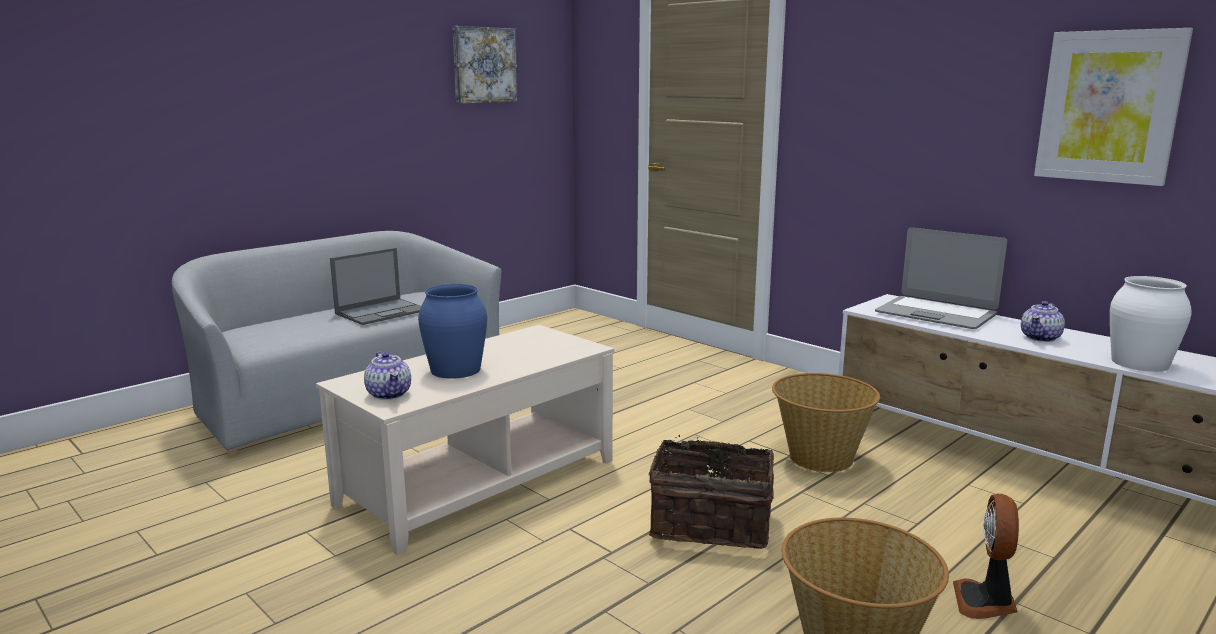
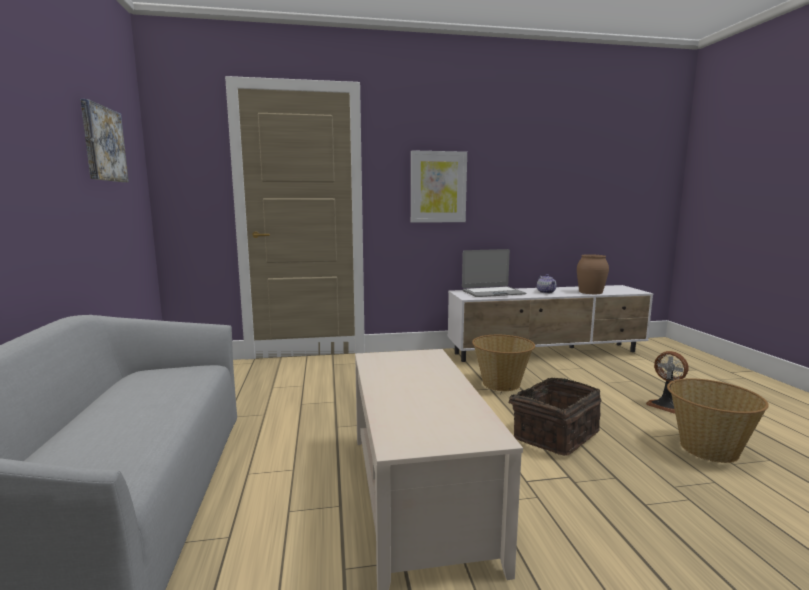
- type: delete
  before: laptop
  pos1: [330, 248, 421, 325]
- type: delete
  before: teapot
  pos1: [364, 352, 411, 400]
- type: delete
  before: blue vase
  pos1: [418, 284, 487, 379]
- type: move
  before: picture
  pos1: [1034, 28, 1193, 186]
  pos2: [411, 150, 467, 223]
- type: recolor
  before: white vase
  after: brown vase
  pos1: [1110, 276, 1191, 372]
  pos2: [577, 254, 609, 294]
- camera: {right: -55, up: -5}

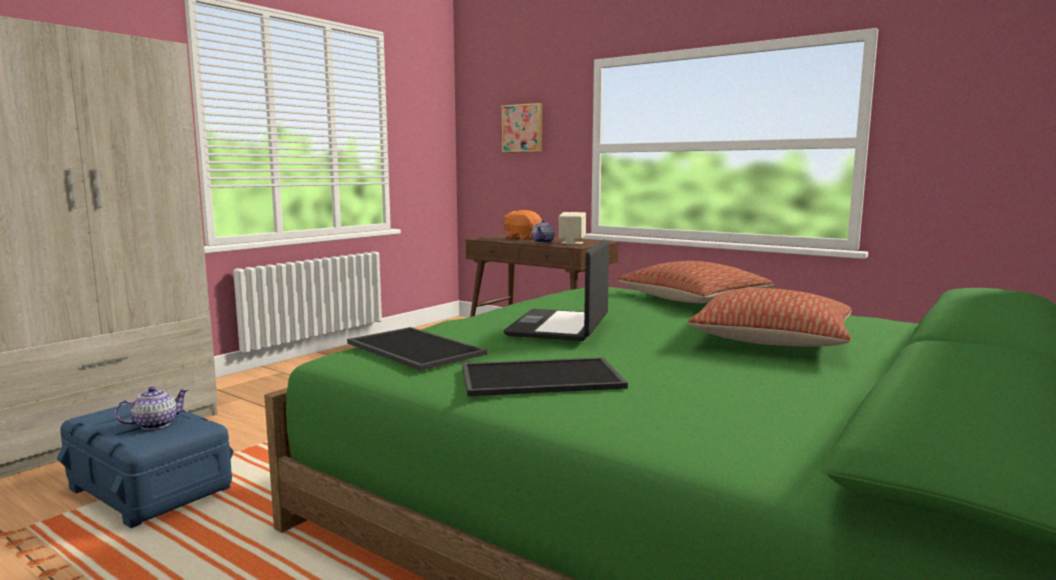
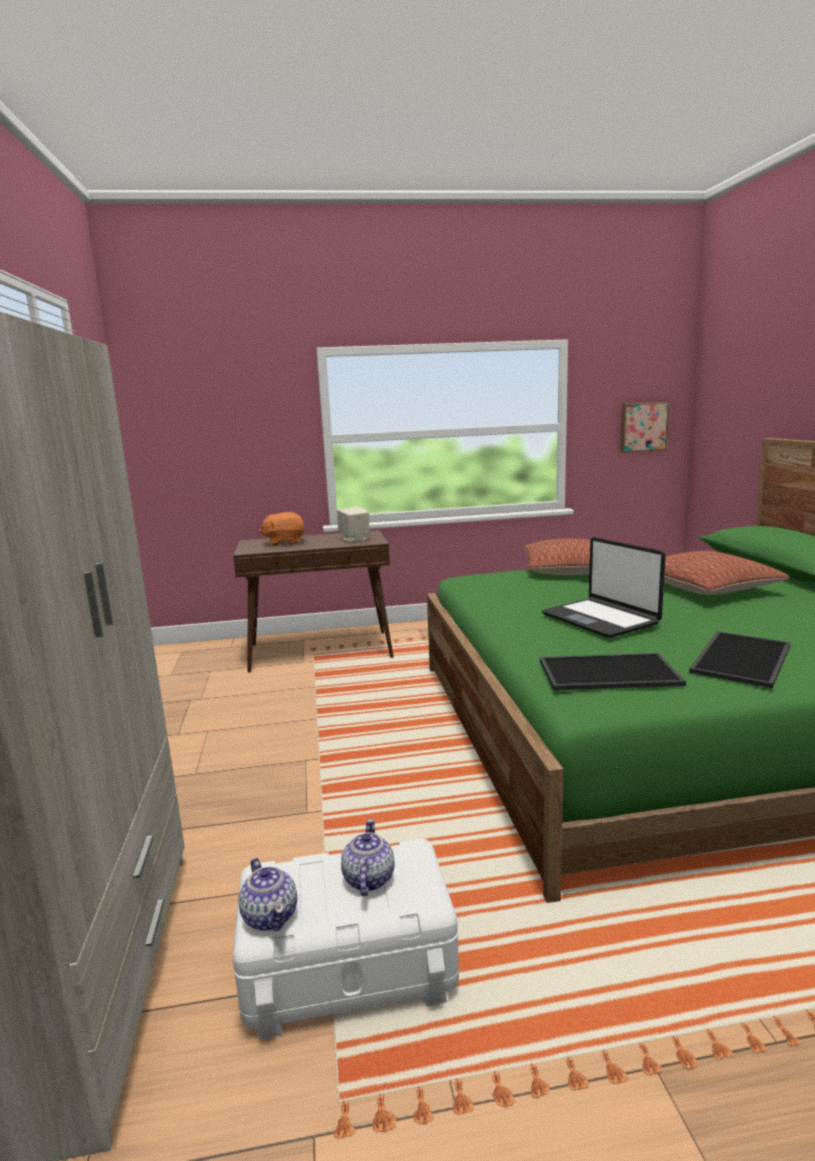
- type: move
  before: picture
  pos1: [502, 103, 542, 153]
  pos2: [620, 402, 669, 453]
- type: move
  before: teapot
  pos1: [532, 220, 555, 243]
  pos2: [239, 858, 297, 931]
- type: recolor
  before: blue storage box
  after: white storage box
  pos1: [57, 402, 234, 528]
  pos2: [233, 839, 459, 1040]
- camera: {right: -45, up: 5}

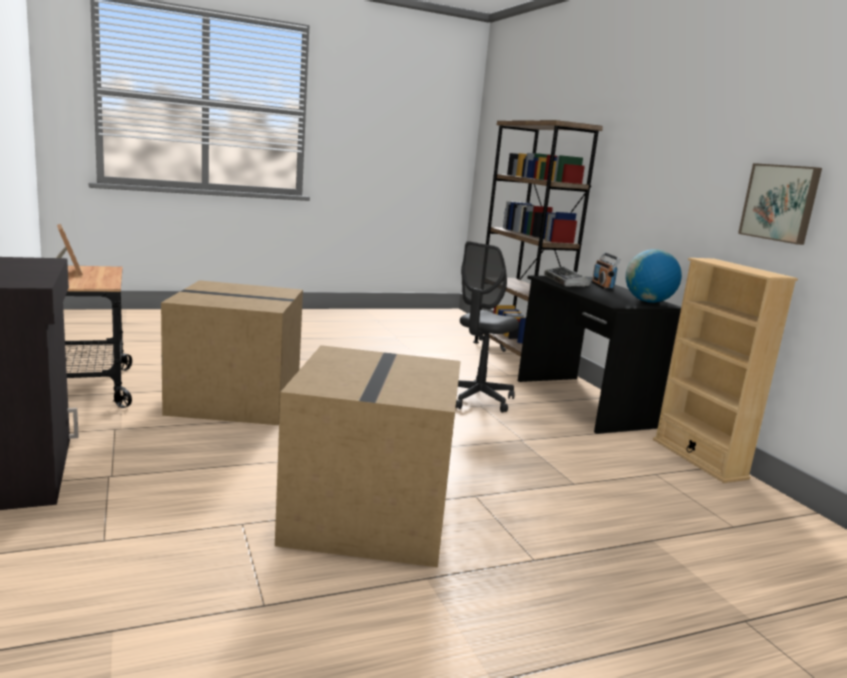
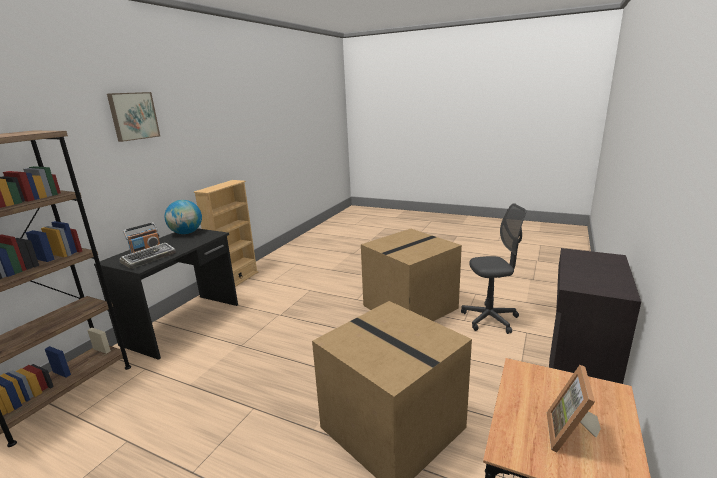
- type: move
  before: grey office chair
  pos1: [456, 241, 519, 413]
  pos2: [461, 203, 526, 334]
- type: move
  before: picture
  pos1: [738, 163, 822, 245]
  pos2: [107, 92, 160, 142]
- camera: {right: -130, up: 5}

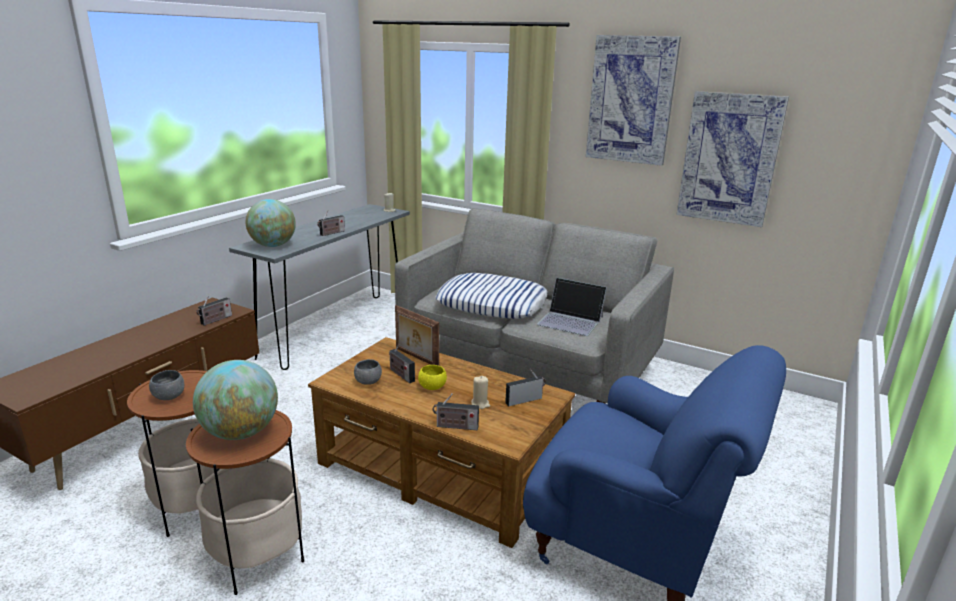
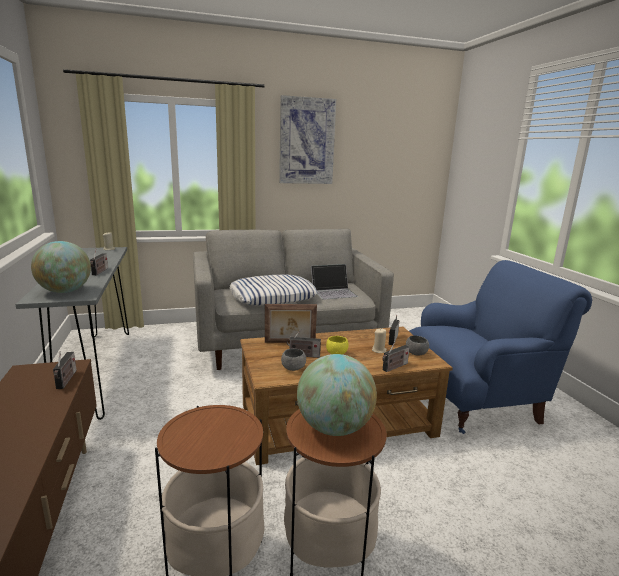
- type: delete
  before: picture
  pos1: [676, 91, 789, 227]
- type: move
  before: grey bowl
  pos1: [149, 370, 184, 400]
  pos2: [406, 335, 429, 355]
- camera: {right: -45, up: -5}

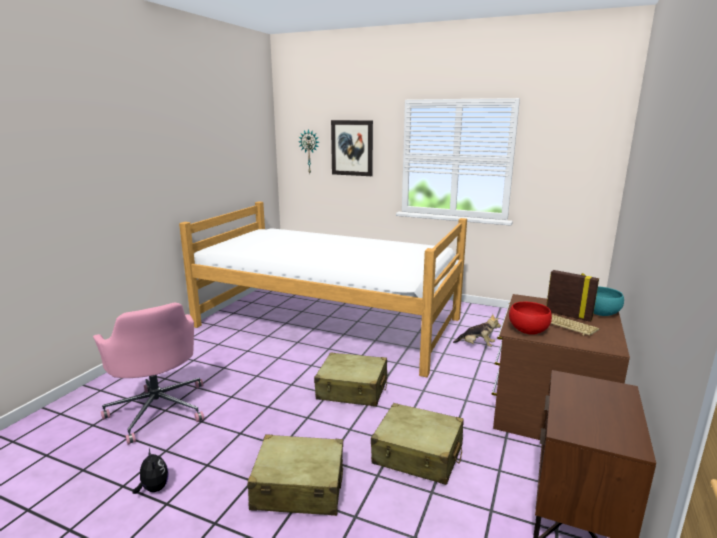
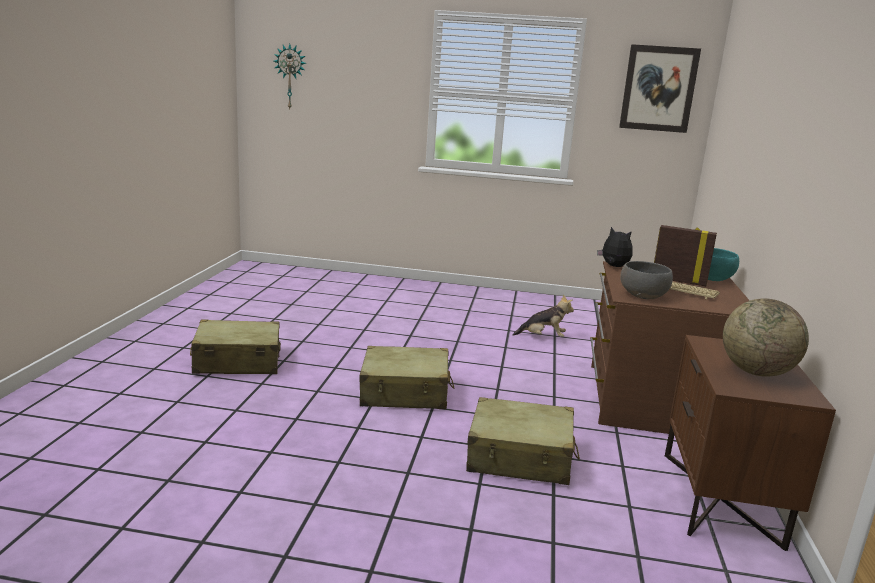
- type: delete
  before: pink office chair
  pos1: [93, 303, 204, 445]
- type: delete
  before: bed
  pos1: [179, 201, 467, 377]
- type: insert
  after: globe
  pos2: [723, 298, 809, 377]
- type: move
  before: plush toy
  pos1: [132, 448, 169, 494]
  pos2: [597, 227, 633, 267]
- type: move
  before: beige suitcase
  pos1: [248, 434, 343, 516]
  pos2: [190, 319, 281, 374]
- type: move
  before: picture
  pos1: [331, 120, 373, 176]
  pos2: [619, 44, 701, 133]
- type: recolor
  before: red bowl
  after: grey bowl
  pos1: [509, 302, 552, 335]
  pos2: [620, 261, 673, 299]
- camera: {right: -15, up: 0}

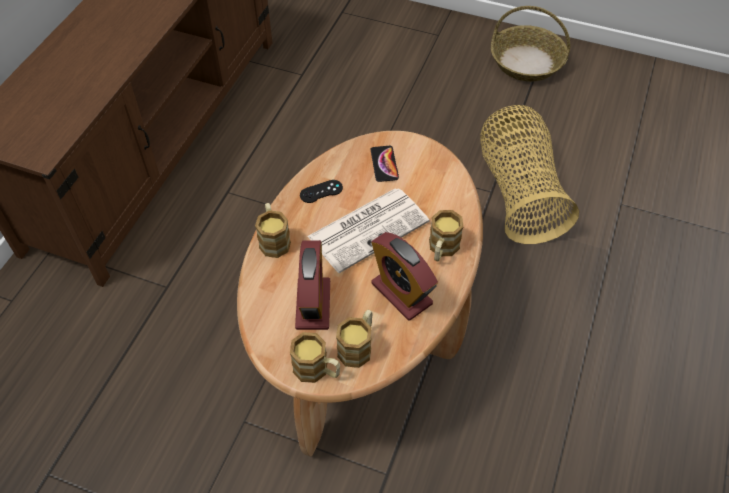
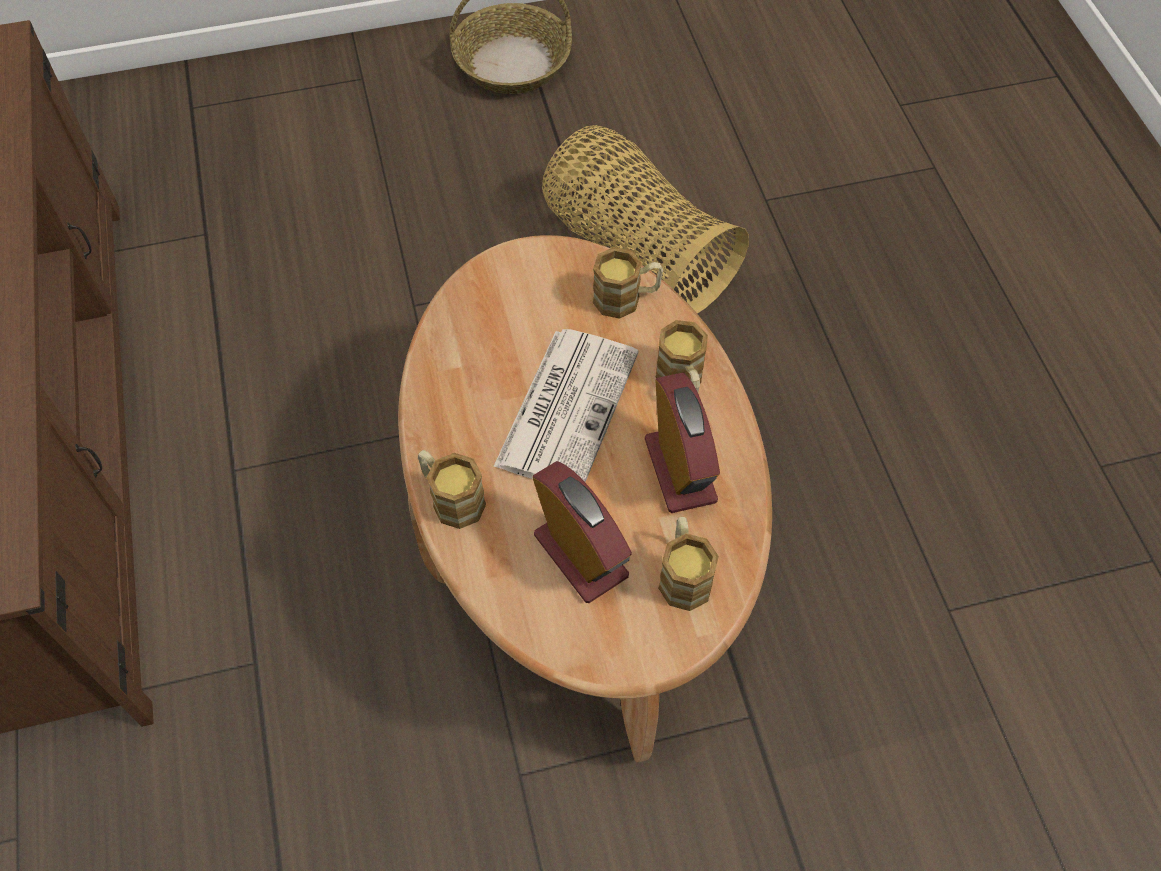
- type: delete
  before: black game controller
  pos1: [300, 180, 343, 203]
- type: delete
  before: phone
  pos1: [370, 146, 399, 182]
- type: move
  before: mug
  pos1: [290, 332, 340, 383]
  pos2: [593, 247, 663, 319]
- type: rotate
  before: alarm clock
  pos1: [371, 232, 438, 321]
  pos2: [645, 373, 720, 513]
  turn: -120
- camera: {right: -35, up: 5}

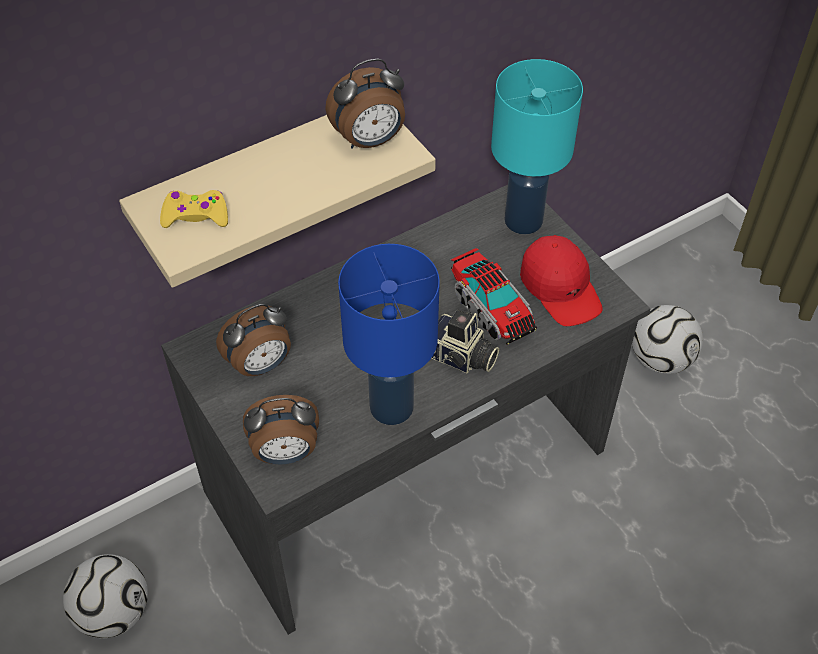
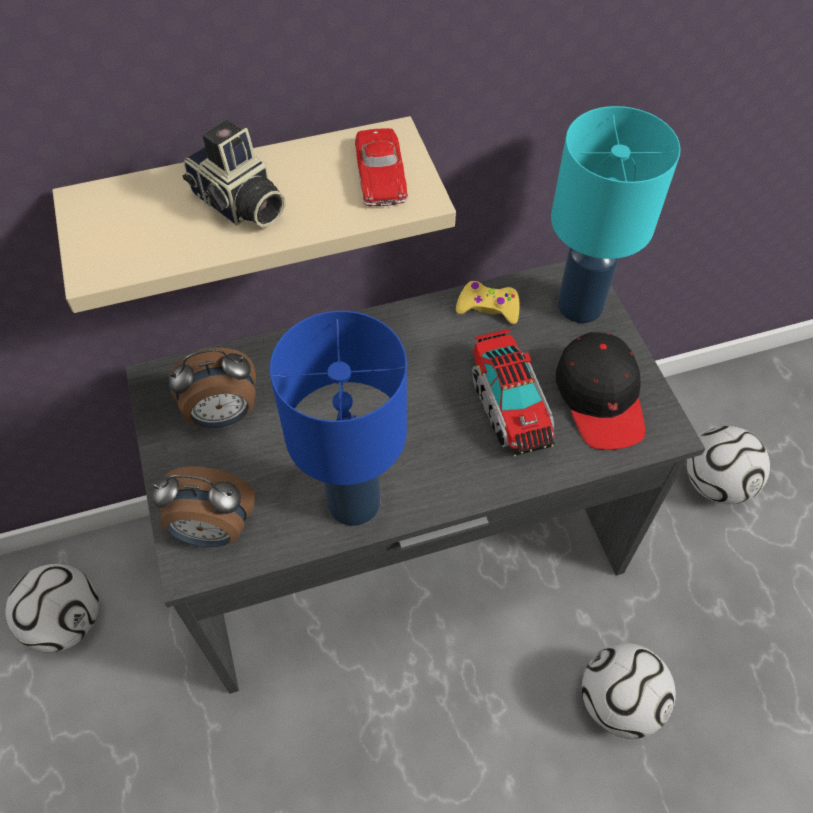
- type: insert
  after: football
  pos2: [582, 643, 676, 739]
- type: move
  before: yellow game controller
  pos1: [160, 190, 228, 228]
  pos2: [456, 281, 520, 324]
- type: move
  before: photo camera
  pos1: [431, 309, 499, 373]
  pos2: [182, 120, 286, 228]
- type: replace
  before: alarm clock
  after: red toy car
  pos1: [325, 59, 405, 149]
  pos2: [355, 128, 408, 206]
- type: recolor
  before: red cap
  after: black cap
  pos1: [520, 235, 603, 326]
  pos2: [556, 332, 645, 450]
- camera: {right: 15, up: 5}

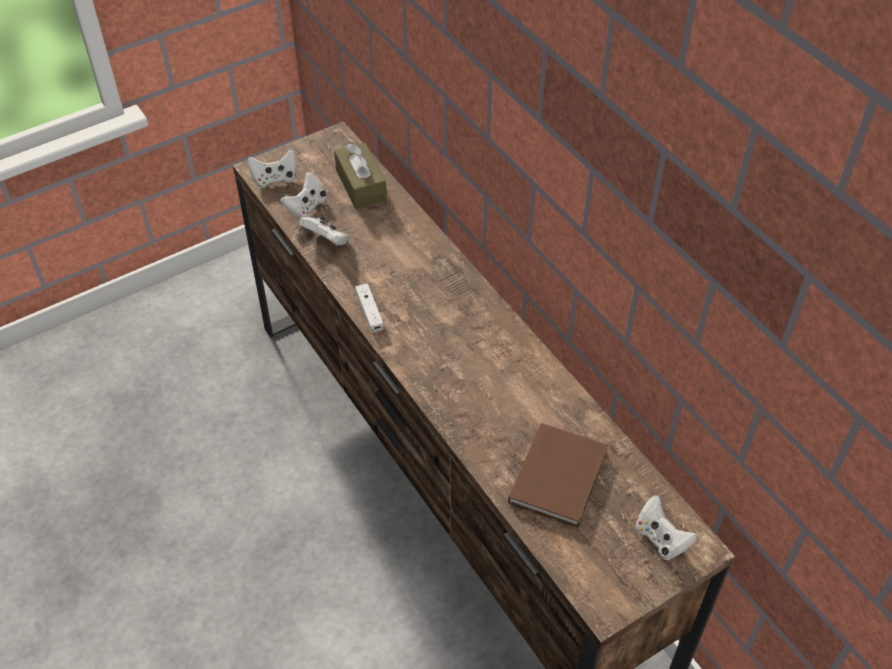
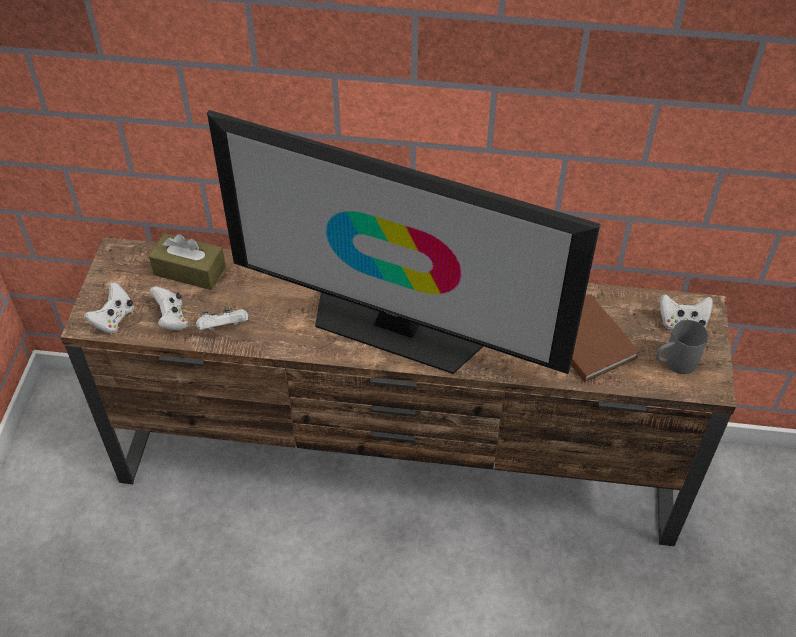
- type: delete
  before: white game controller
  pos1: [355, 284, 384, 332]
- type: insert
  after: television
  pos2: [207, 110, 600, 374]
- type: insert
  after: grey mug
  pos2: [656, 320, 708, 374]
- camera: {right: -50, up: 0}

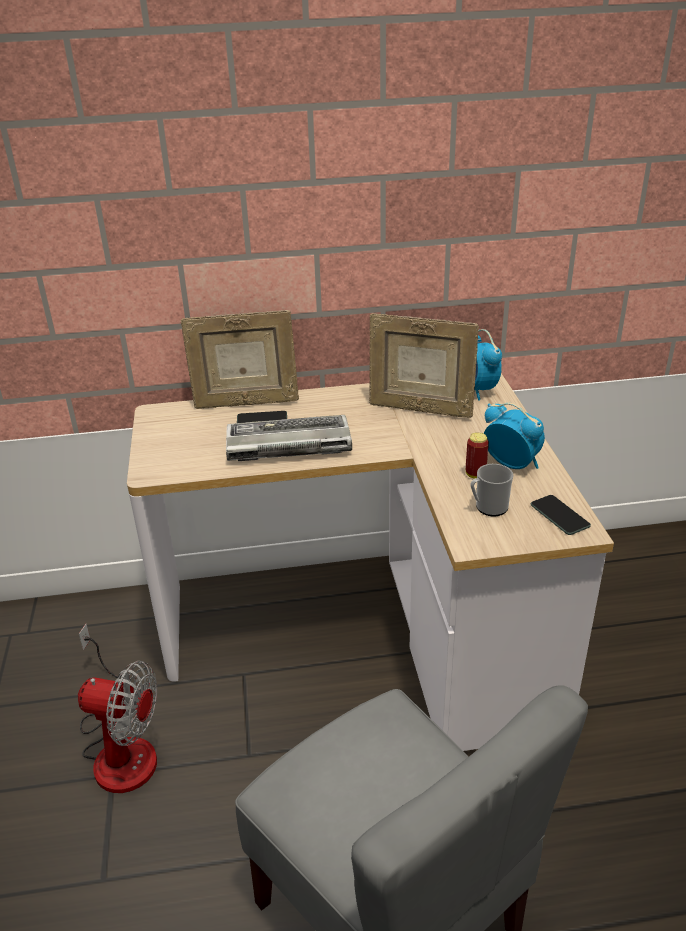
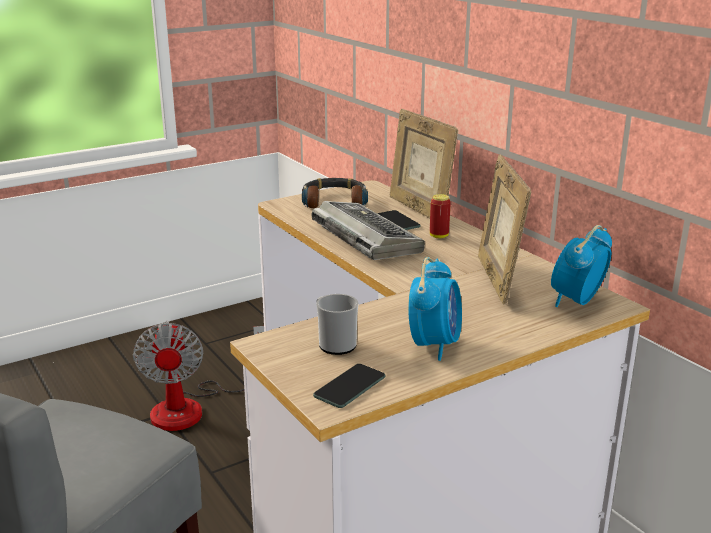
- type: insert
  after: headphones
  pos2: [302, 178, 368, 208]
- type: move
  before: can
  pos1: [466, 432, 489, 479]
  pos2: [430, 194, 451, 238]
- camera: {right: 65, up: -10}

